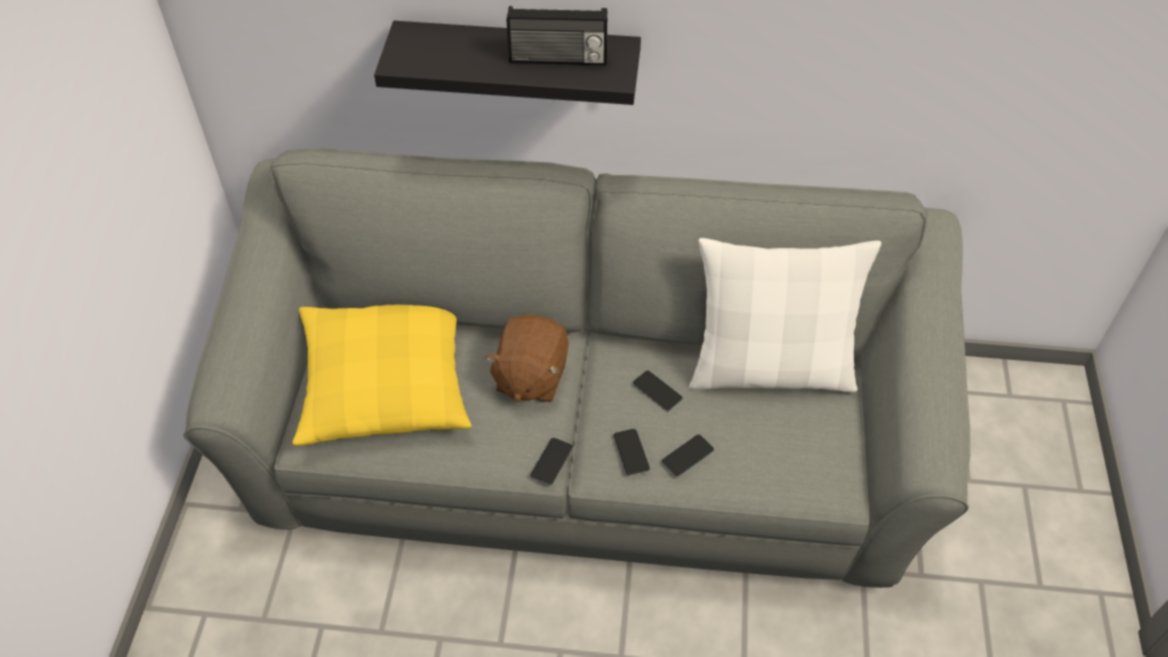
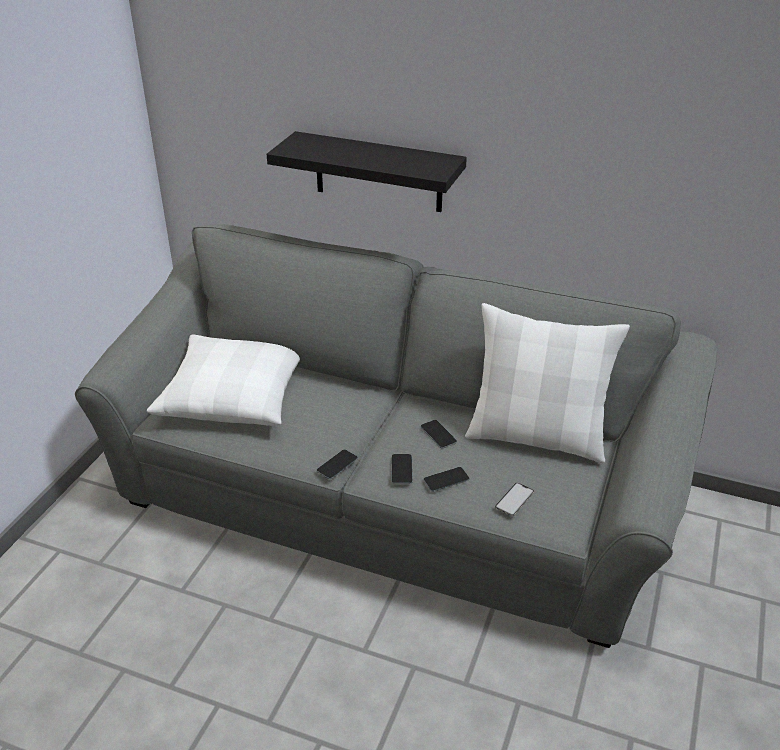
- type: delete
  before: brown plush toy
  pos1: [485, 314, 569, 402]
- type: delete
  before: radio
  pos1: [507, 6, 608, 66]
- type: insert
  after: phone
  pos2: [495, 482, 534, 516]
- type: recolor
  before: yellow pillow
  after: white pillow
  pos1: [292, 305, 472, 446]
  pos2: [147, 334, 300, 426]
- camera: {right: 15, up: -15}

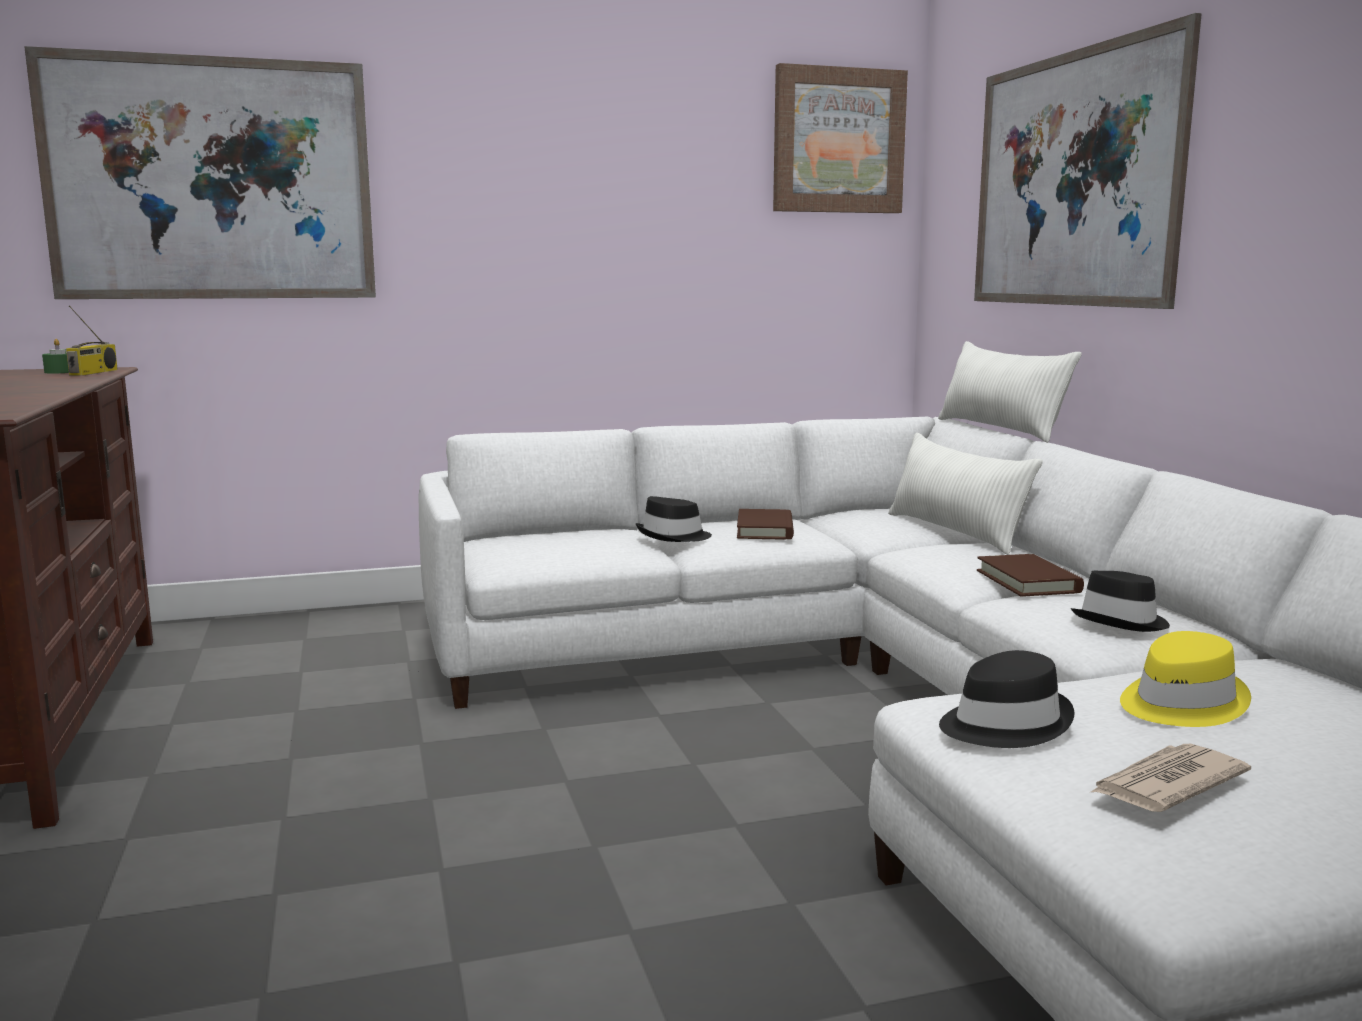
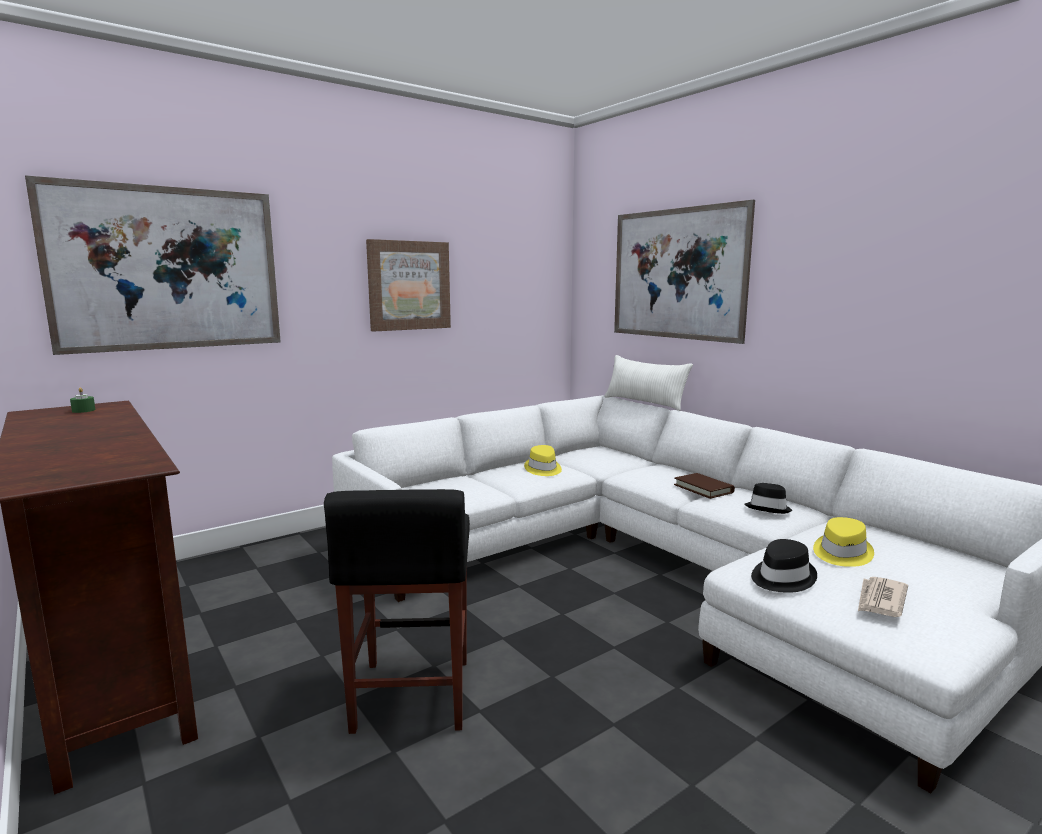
- type: delete
  before: radio
  pos1: [66, 305, 118, 376]
- type: delete
  before: black hat
  pos1: [636, 496, 712, 542]
- type: delete
  before: white pillow
  pos1: [888, 433, 1043, 555]
- type: insert
  after: black stool
  pos2: [324, 489, 470, 734]
- type: move
  before: picture
  pos1: [773, 63, 908, 213]
  pos2: [366, 239, 451, 332]
- type: replace
  before: brown book
  after: yellow hat
  pos1: [737, 509, 794, 540]
  pos2: [524, 445, 562, 476]
- camera: {right: -20, up: 0}

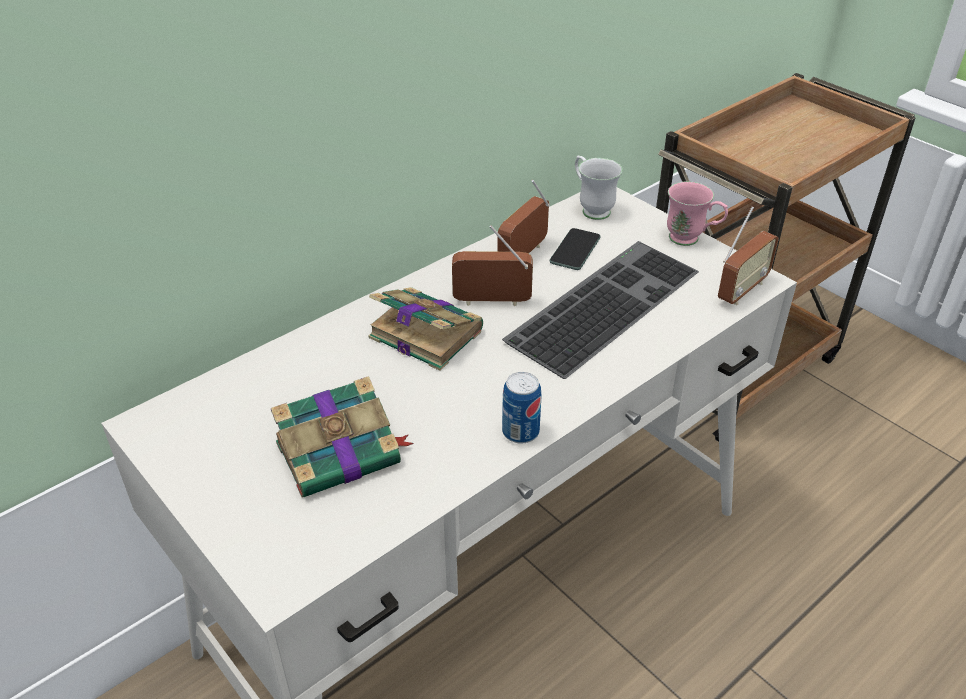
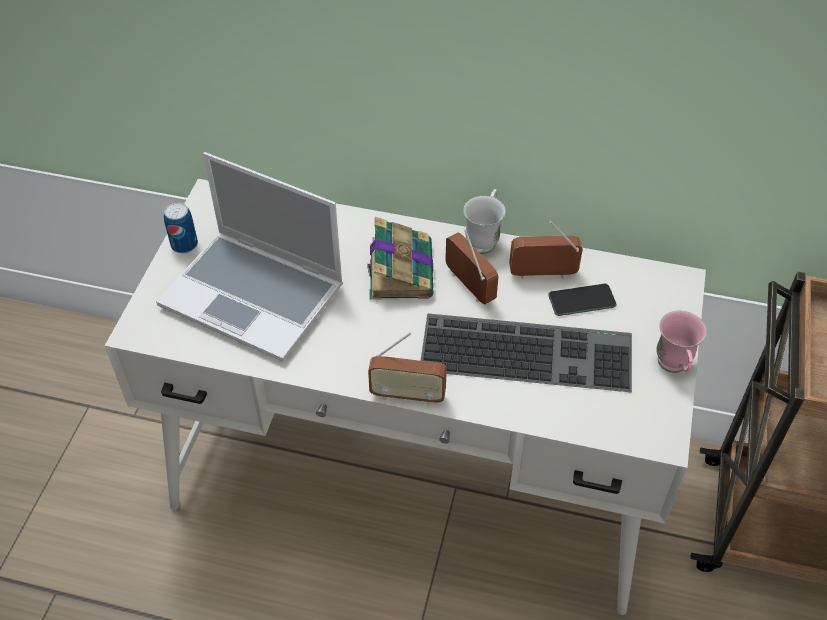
- type: move
  before: can
  pos1: [502, 372, 542, 444]
  pos2: [164, 202, 198, 253]
- type: move
  before: white mug
  pos1: [575, 156, 623, 220]
  pos2: [463, 189, 506, 254]
- type: move
  before: radio
  pos1: [718, 206, 779, 305]
  pos2: [368, 332, 447, 406]
- type: replace
  before: book
  after: laptop
  pos1: [271, 376, 414, 498]
  pos2: [156, 152, 343, 362]
- camera: {right: 55, up: 10}

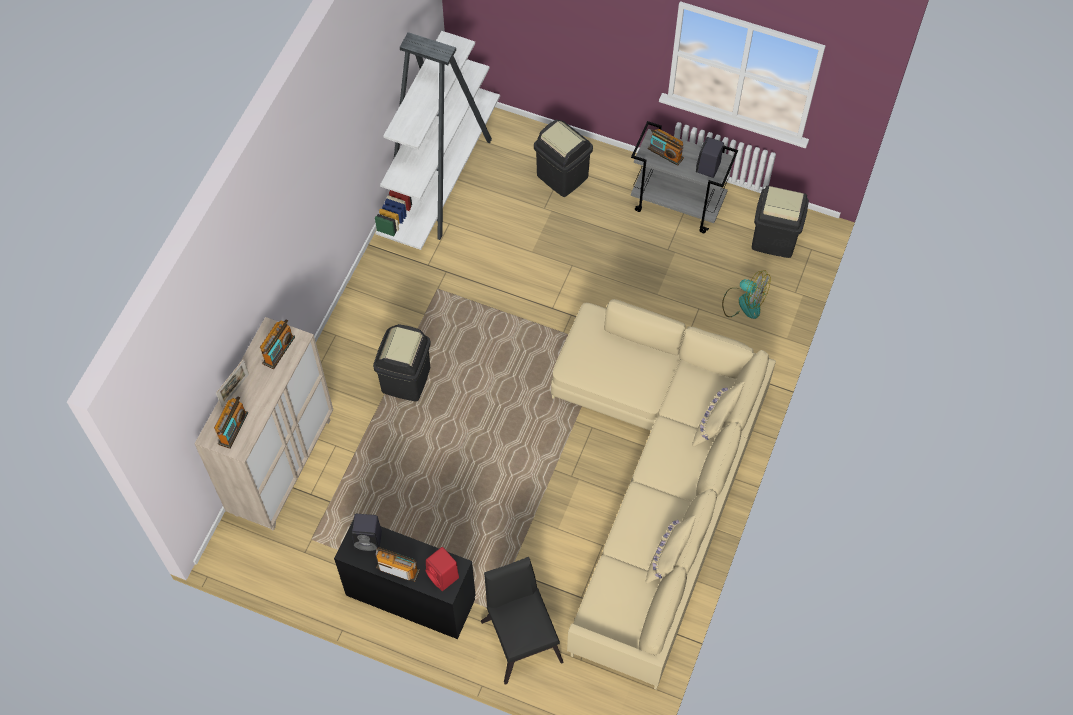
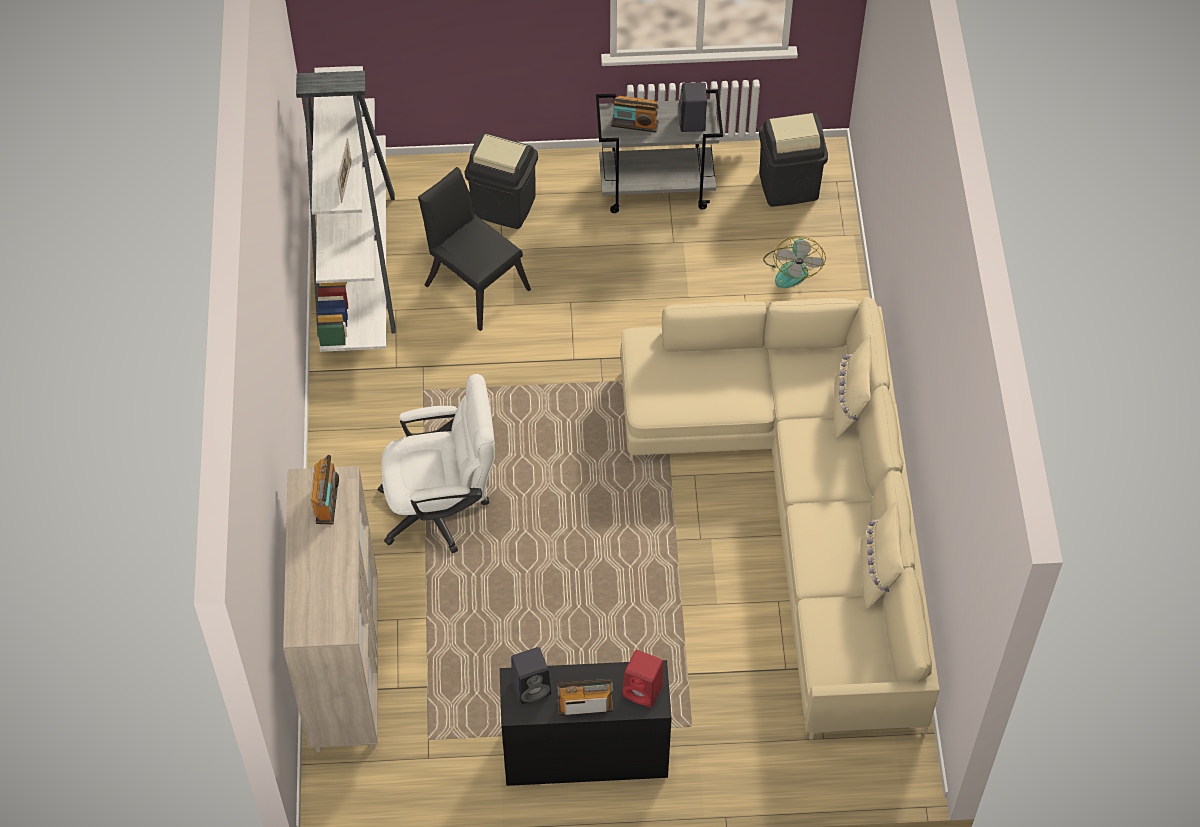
- type: delete
  before: radio
  pos1: [214, 397, 248, 449]
- type: move
  before: picture frame
  pos1: [216, 359, 249, 407]
  pos2: [337, 138, 352, 203]
- type: move
  before: black chair
  pos1: [481, 557, 564, 685]
  pos2: [418, 167, 531, 331]
- type: replace
  before: black trash can
  after: white office chair
  pos1: [373, 324, 431, 402]
  pos2: [378, 374, 495, 553]
- type: rotate
  before: fan
  pos1: [722, 270, 771, 319]
  pos2: [763, 236, 826, 288]
  turn: 90
- camera: {right: -25, up: -5}

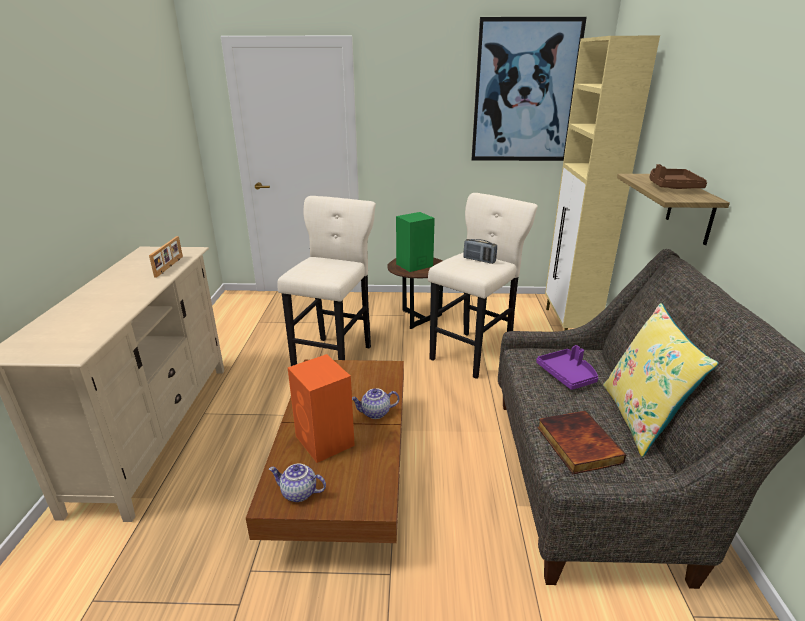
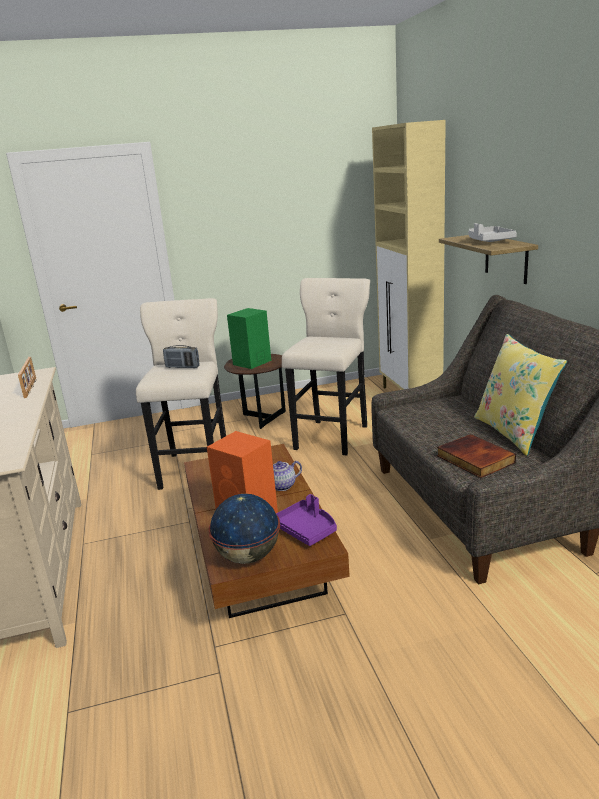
- type: delete
  before: picture
  pos1: [472, 17, 587, 161]
- type: move
  before: radio
  pos1: [463, 239, 497, 264]
  pos2: [163, 345, 199, 368]
- type: move
  before: purple tray
  pos1: [536, 345, 598, 390]
  pos2: [276, 494, 337, 546]
- type: replace
  before: teapot
  after: globe
  pos1: [269, 463, 326, 502]
  pos2: [208, 494, 280, 564]
- type: recolor
  before: brown tray
  after: grey tray
  pos1: [649, 164, 707, 189]
  pos2: [469, 223, 517, 242]
- camera: {right: -15, up: -5}

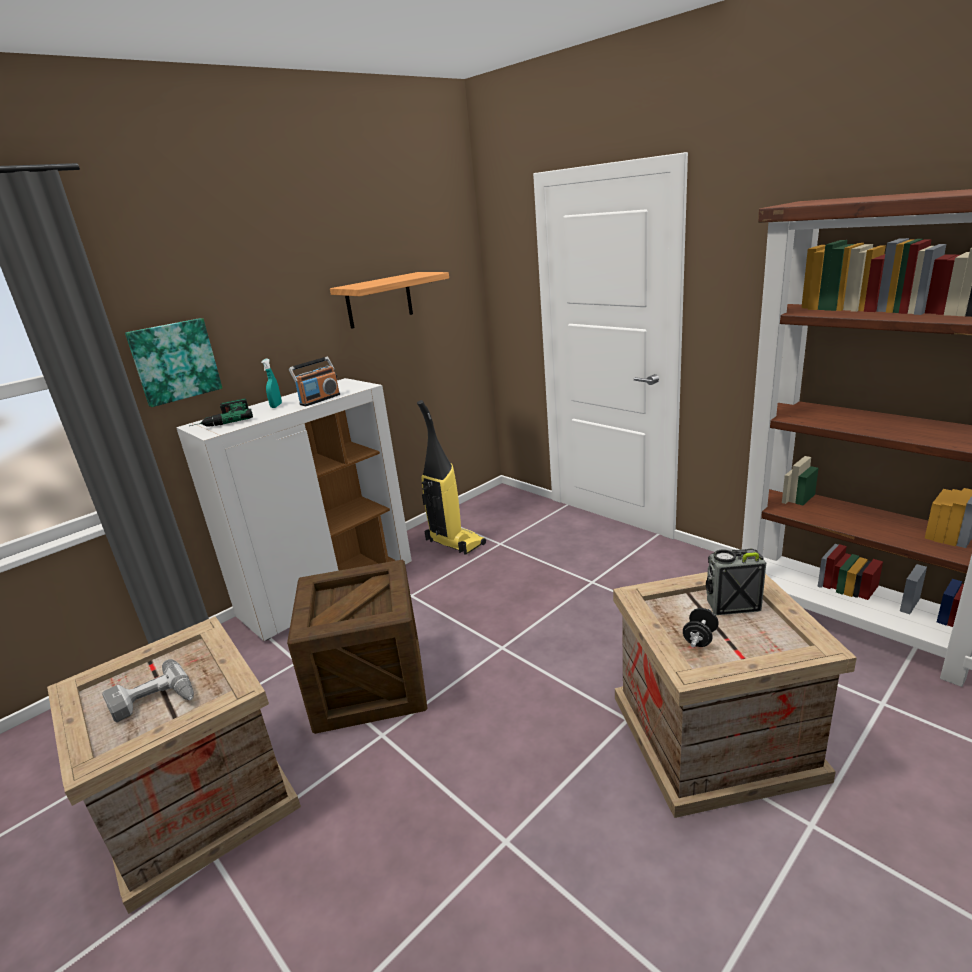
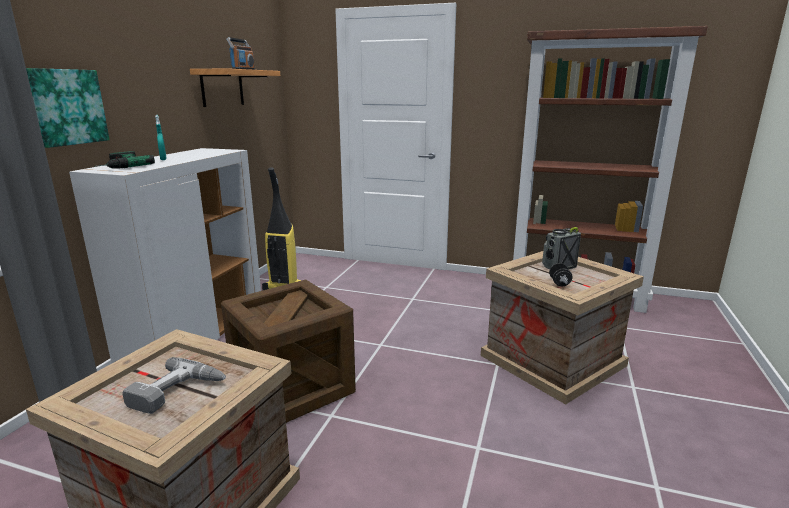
- type: move
  before: radio
  pos1: [289, 357, 340, 406]
  pos2: [226, 37, 255, 70]
- camera: {right: -30, up: -5}

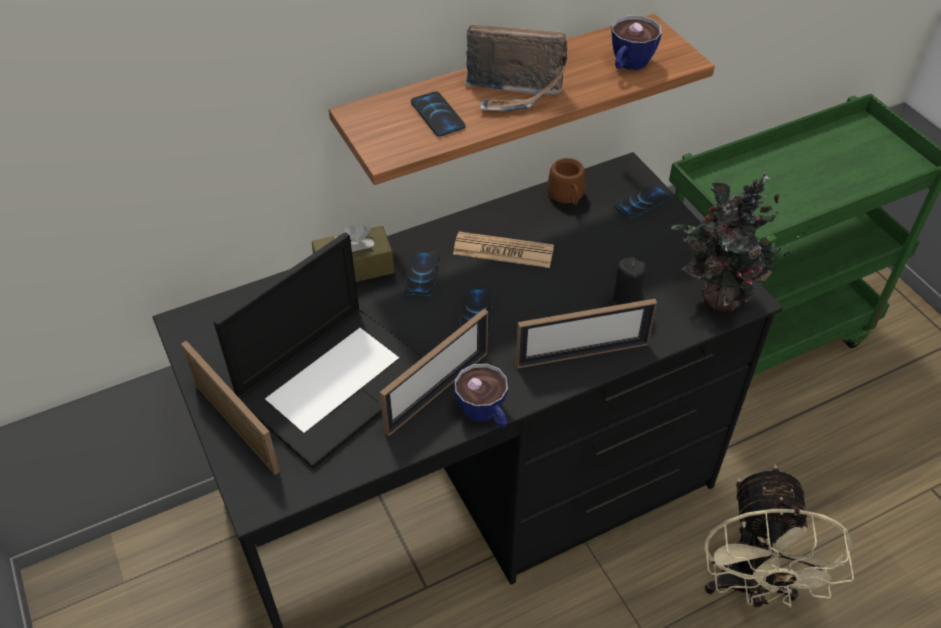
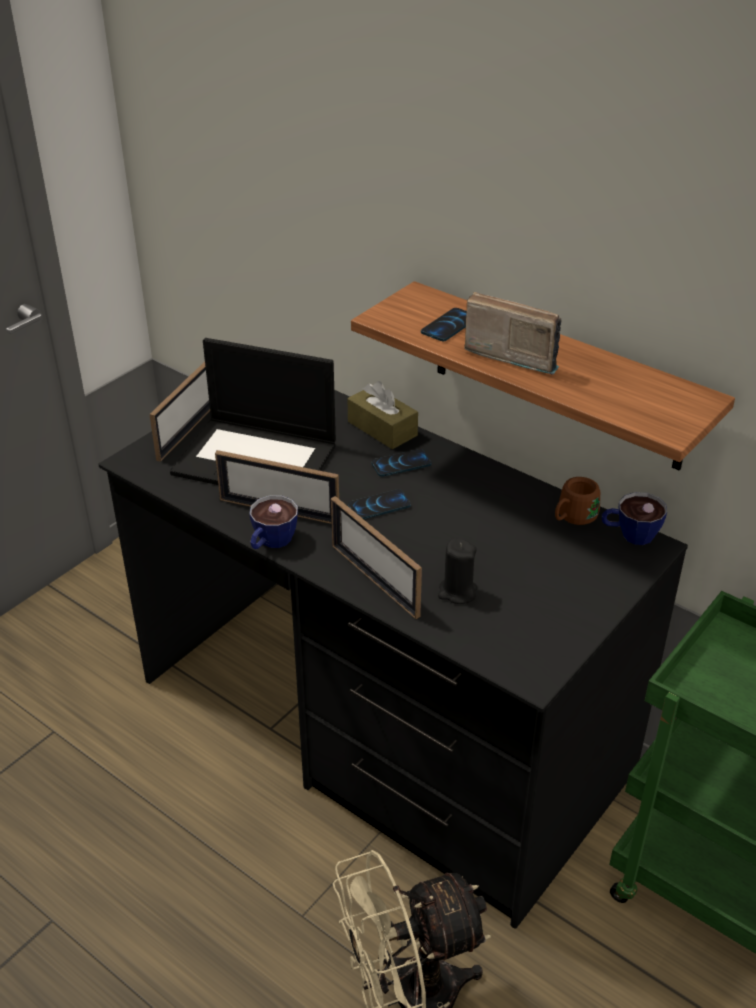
- type: delete
  before: newspaper
  pos1: [453, 232, 554, 268]
- type: delete
  before: phone
  pos1: [614, 183, 671, 219]
- type: delete
  before: potted plant
  pos1: [671, 172, 805, 313]
- type: move
  before: cup
  pos1: [611, 15, 662, 70]
  pos2: [602, 492, 667, 545]
- type: rotate
  before: radio
  pos1: [465, 25, 567, 111]
  pos2: [464, 292, 562, 375]
  turn: 135
- camera: {right: 65, up: -10}

